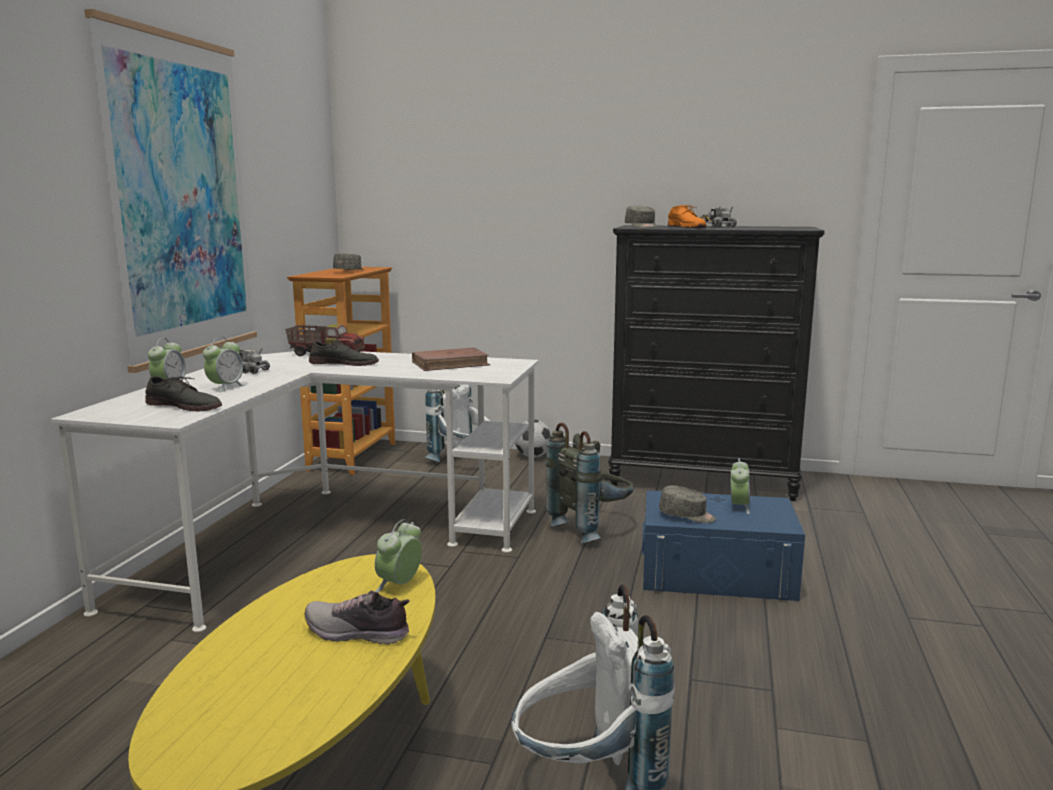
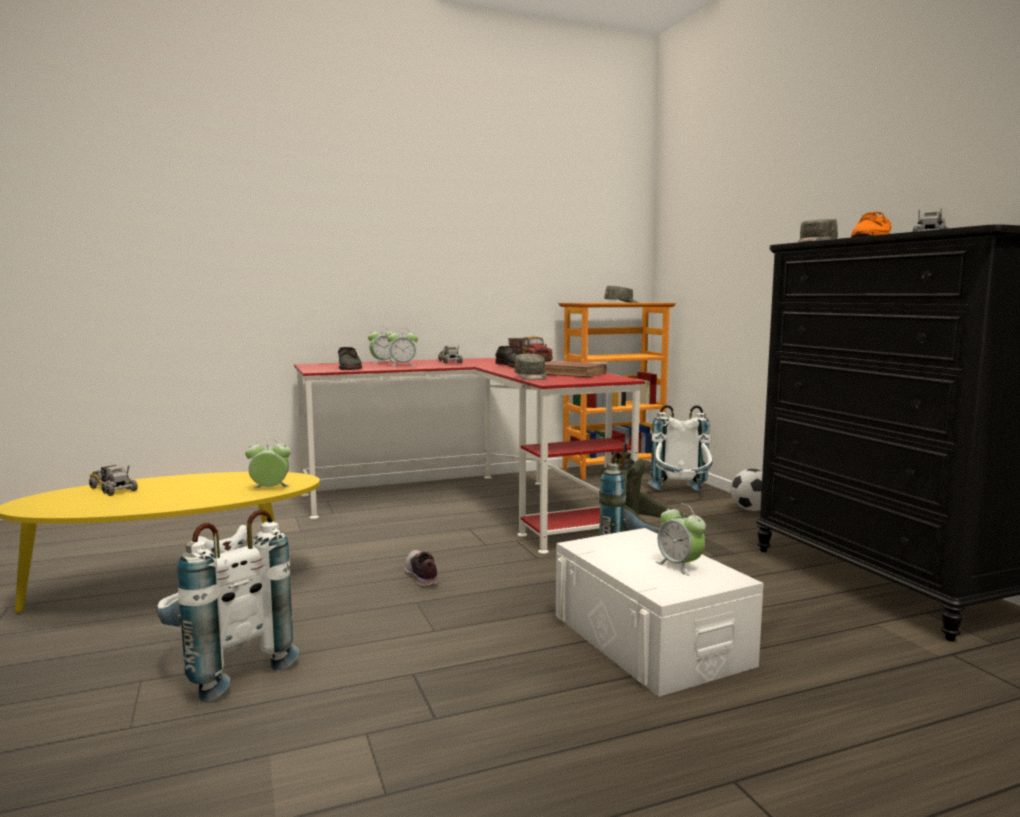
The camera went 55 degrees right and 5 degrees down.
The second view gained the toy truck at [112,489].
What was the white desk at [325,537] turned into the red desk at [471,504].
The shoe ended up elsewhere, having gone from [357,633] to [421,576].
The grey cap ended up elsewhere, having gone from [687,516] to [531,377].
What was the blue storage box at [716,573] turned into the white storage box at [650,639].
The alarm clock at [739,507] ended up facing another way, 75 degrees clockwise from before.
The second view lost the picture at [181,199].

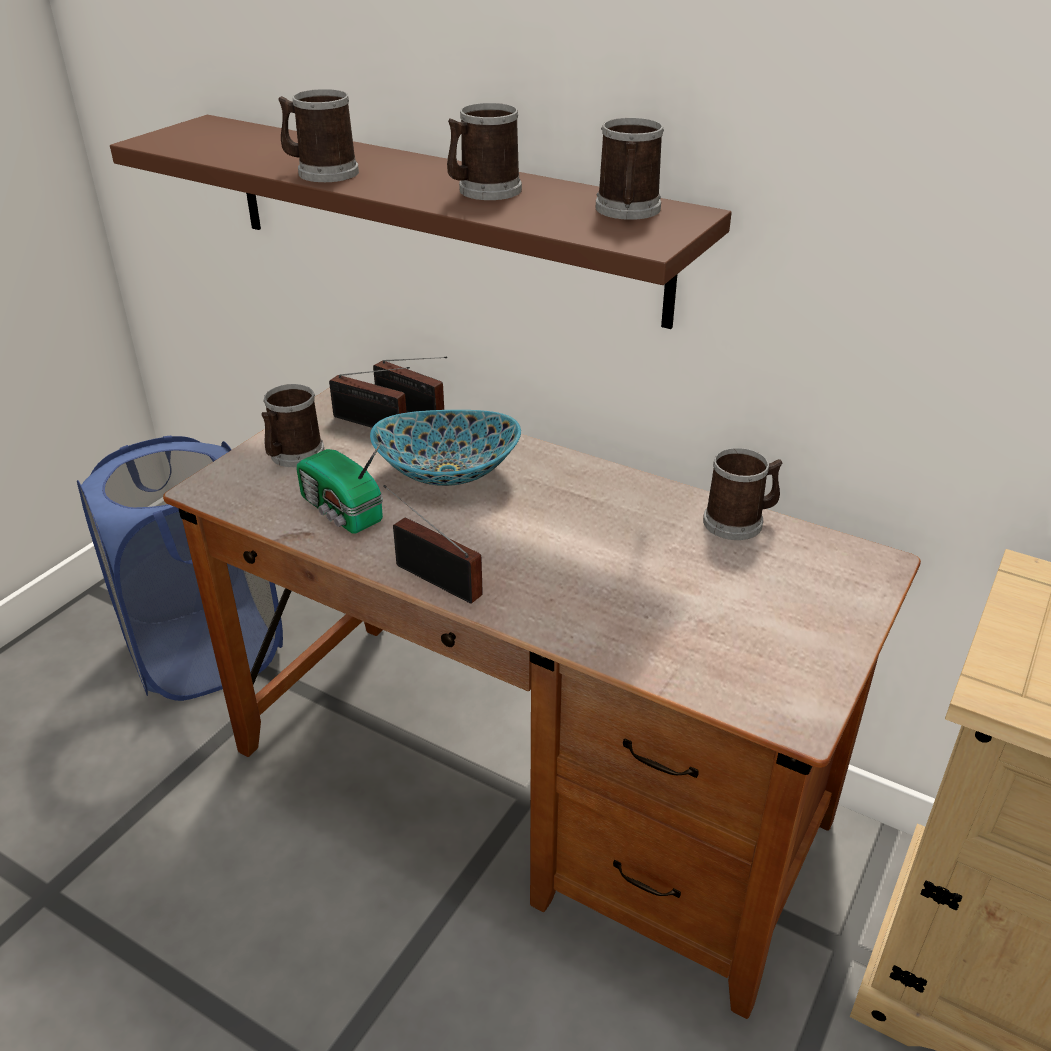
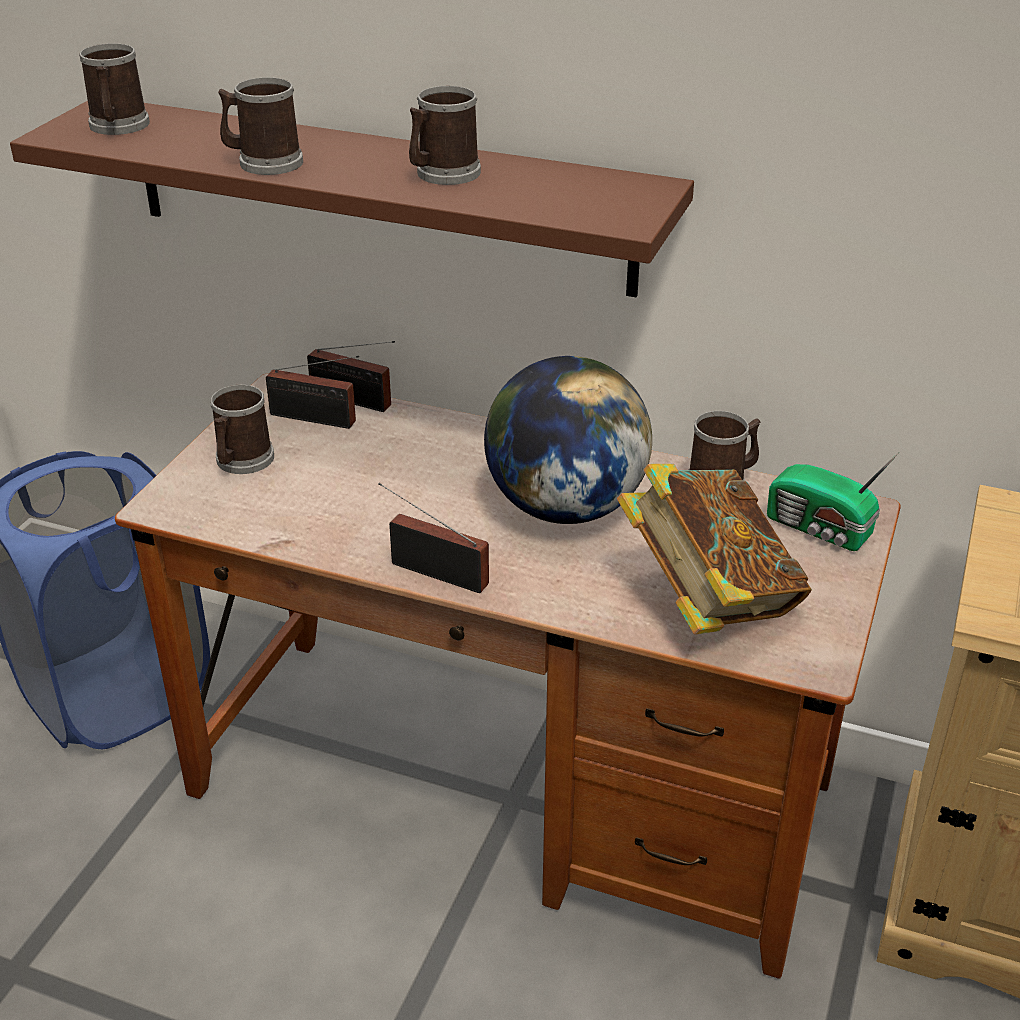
The camera went 10 degrees left and 0 degrees up.
The mug ended up elsewhere, having gone from [627,211] to [118,126].
The second view gained the globe at [565,508].
The second view gained the book at [708,600].
The radio ended up elsewhere, having gone from [341,511] to [820,529].
The second view lost the bowl at [448,473].

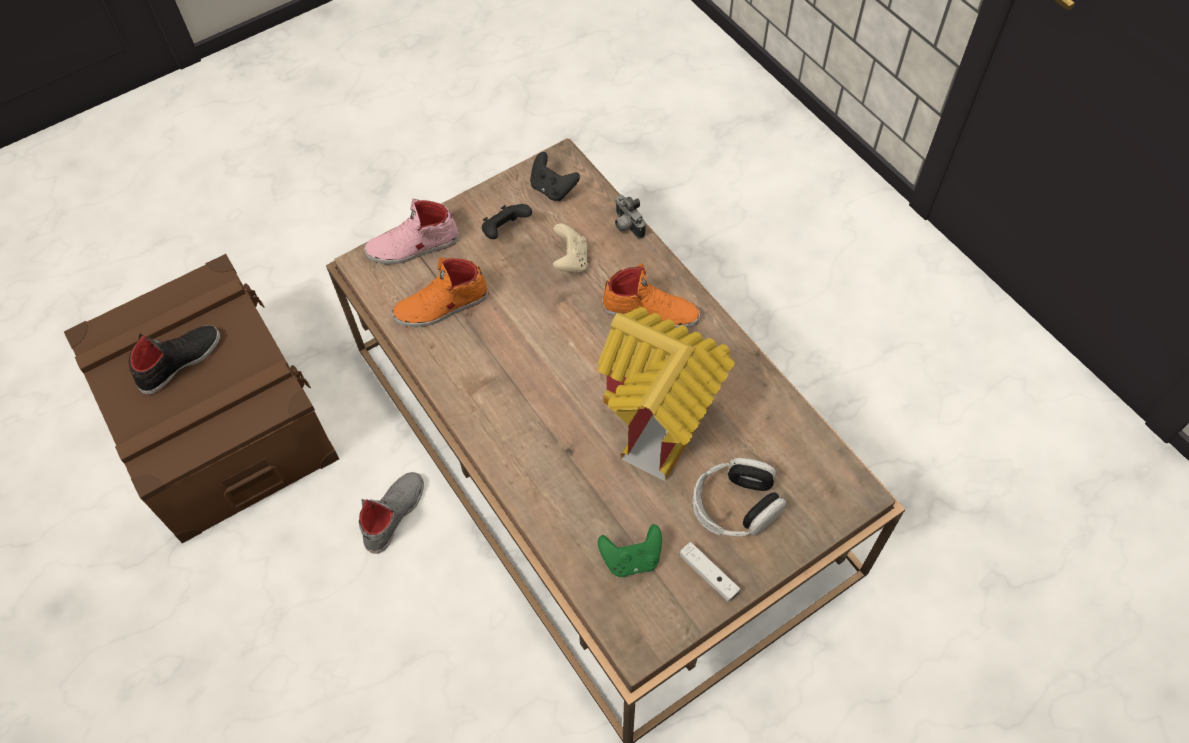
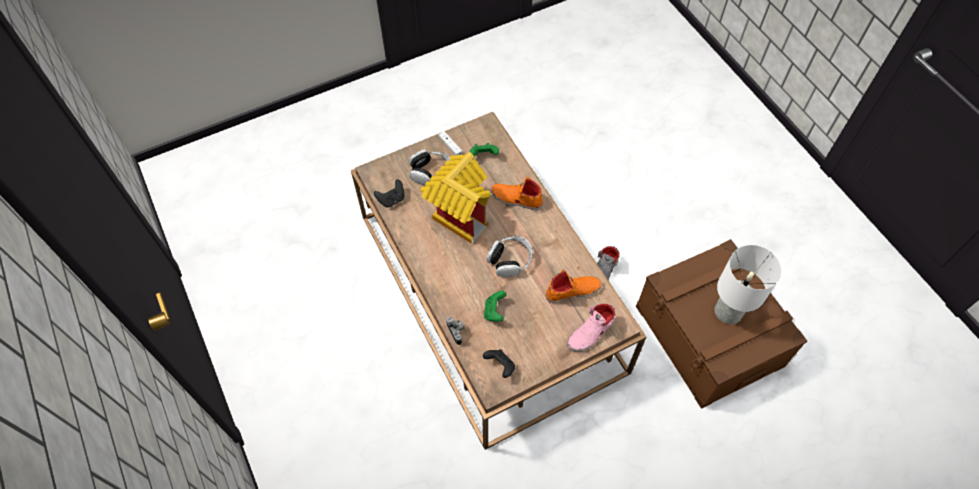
The camera went 175 degrees left and 0 degrees up.
The black game controller ended up elsewhere, having gone from [505,231] to [391,199].
What was the beige game controller at [571,261] turned into the green game controller at [494,311].
The second view gained the headphones at [510,260].
The orange shoe ended up elsewhere, having gone from [650,311] to [516,199].
The pink shoe at [413,247] ended up facing another way, 150 degrees clockwise from before.
Where the black shoe stood at [180,361], the white table lamp came to stand at [729,311].

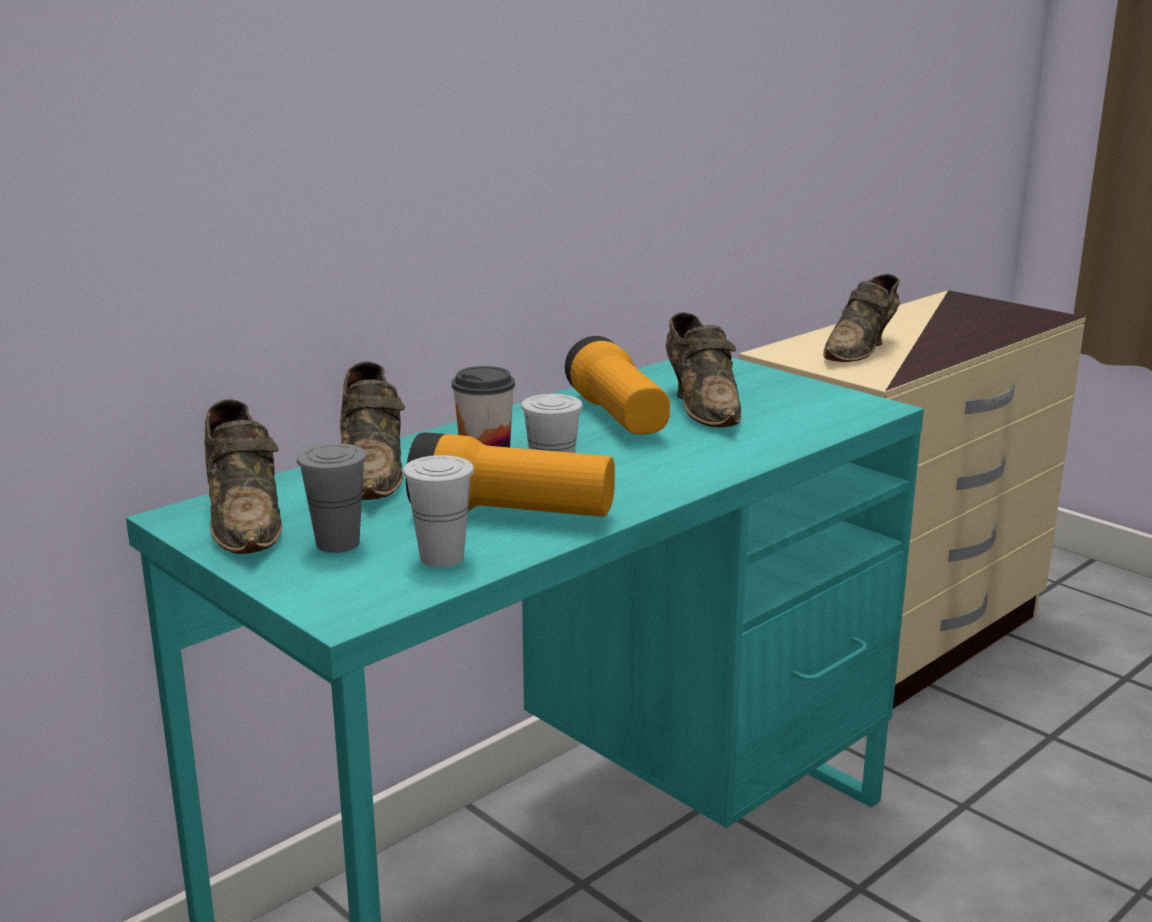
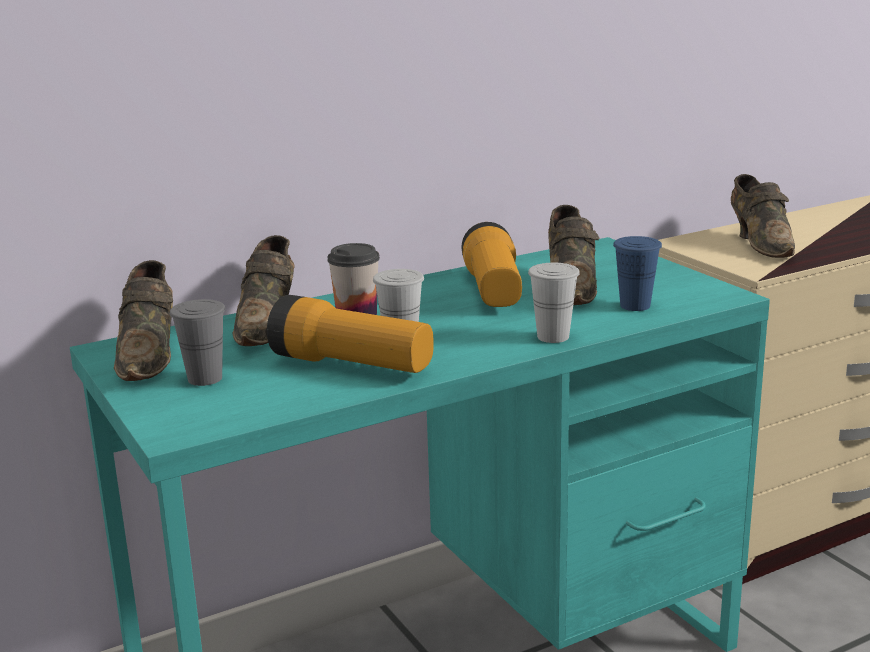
The camera went 15 degrees right and 0 degrees up.
The white cup ended up elsewhere, having gone from [442,557] to [553,337].
The second view gained the blue cup at [635,305].
The brown shoe at [862,350] ended up facing another way, 60 degrees counterclockwise from before.

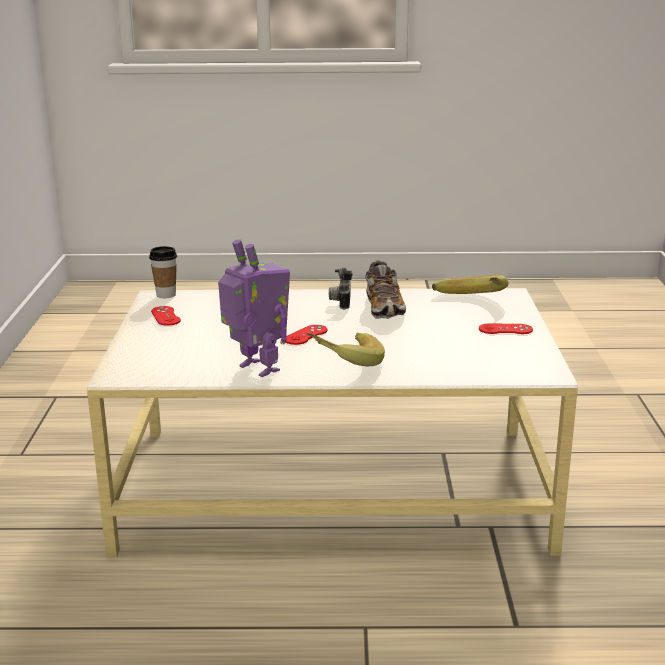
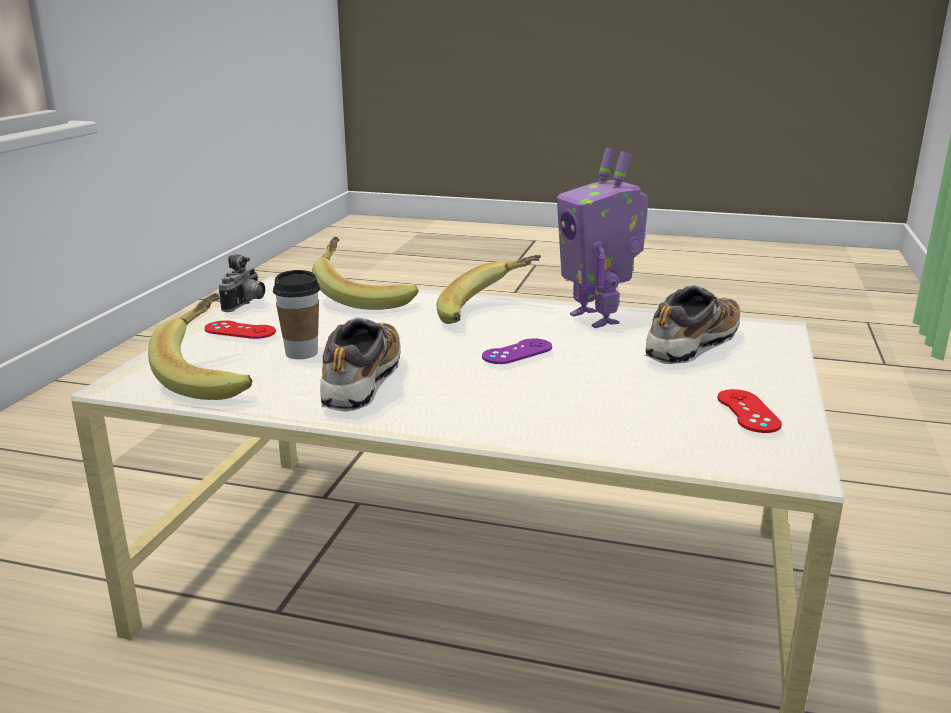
The camera went 165 degrees left and 0 degrees up.
The photo camera ended up elsewhere, having gone from [340,303] to [246,305].
The cup ended up elsewhere, having gone from [166,295] to [301,353].
The second view gained the banana at [364,297].
What was the red game controller at [306,335] turned into the purple game controller at [517,352].
The second view gained the shoe at [692,346].

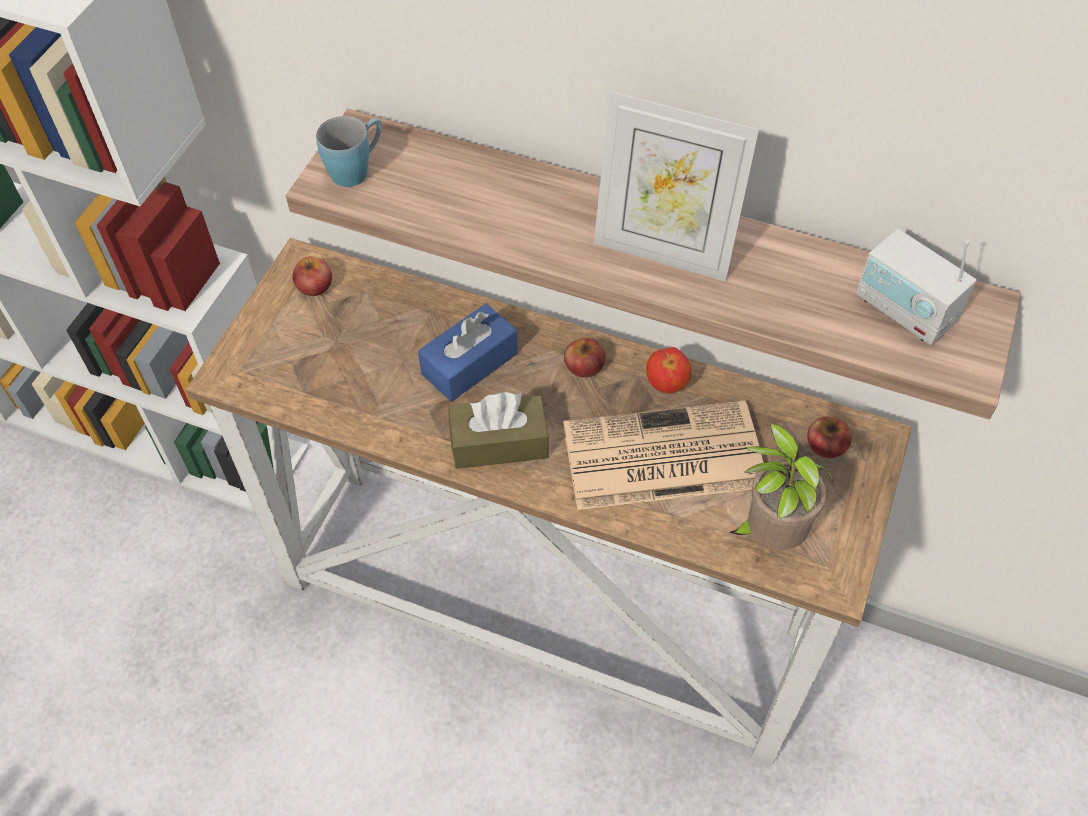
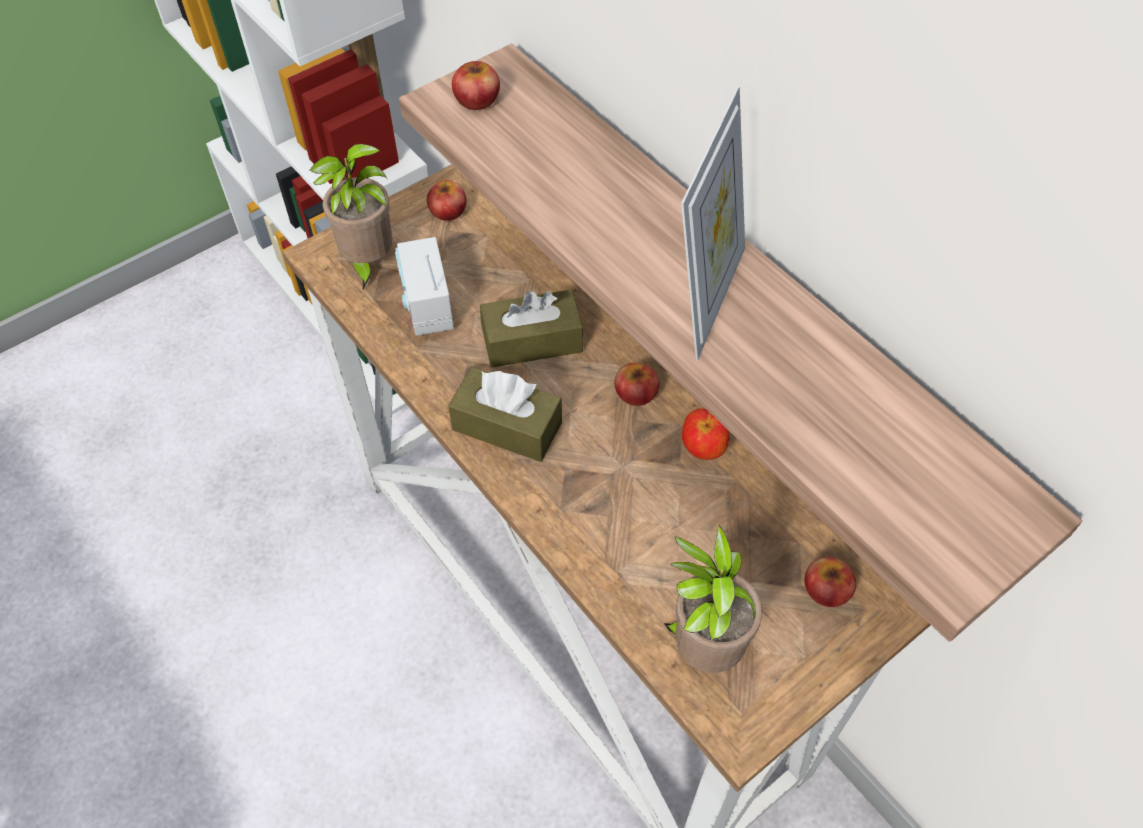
The camera went 30 degrees right and 0 degrees up.
The second view gained the potted plant at [367,263].
The radio ended up elsewhere, having gone from [904,311] to [427,306].
Where the blue mug stood at [357,169], the apple came to stand at [477,99].
What was the blue tissue box at [469,363] turned into the brown tissue box at [532,341].
The picture frame at [663,252] ended up facing another way, 120 degrees counterclockwise from before.
The second view lost the newspaper at [660,457].

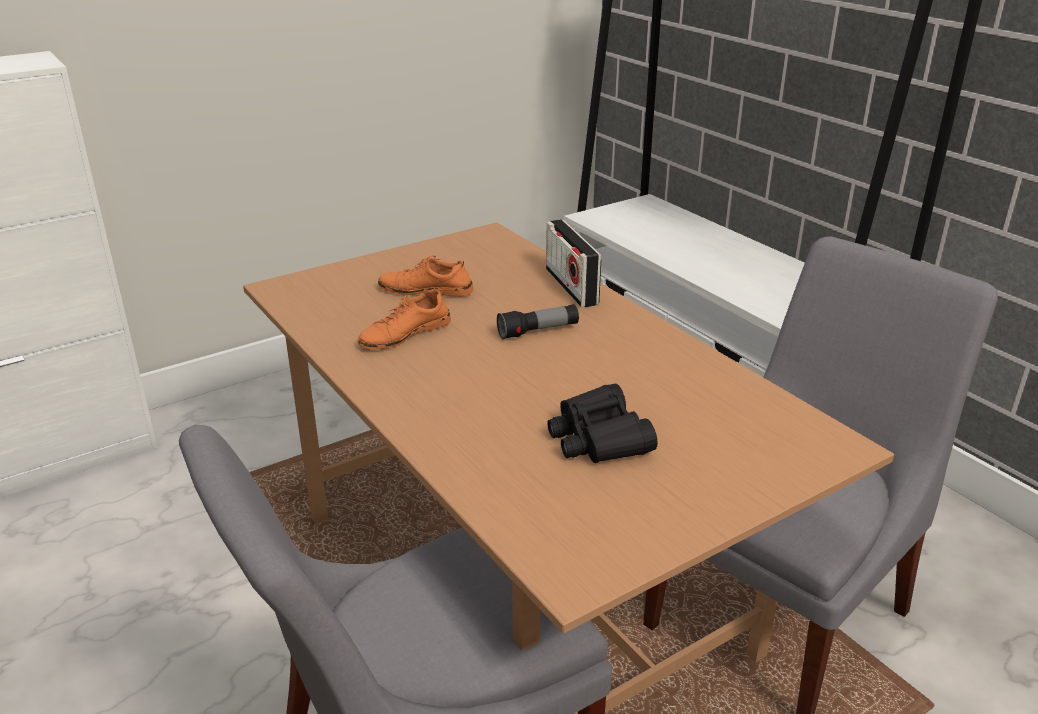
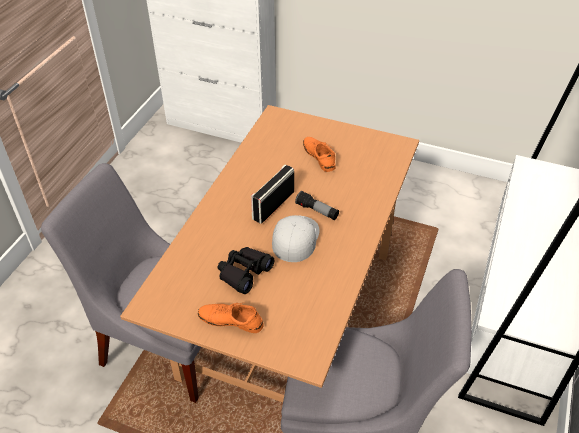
The camera went 55 degrees right and 15 degrees up.
The orange shoe ended up elsewhere, having gone from [404,333] to [231,320].
The radio ended up elsewhere, having gone from [571,286] to [273,205].
The second view gained the white cap at [295,237].

